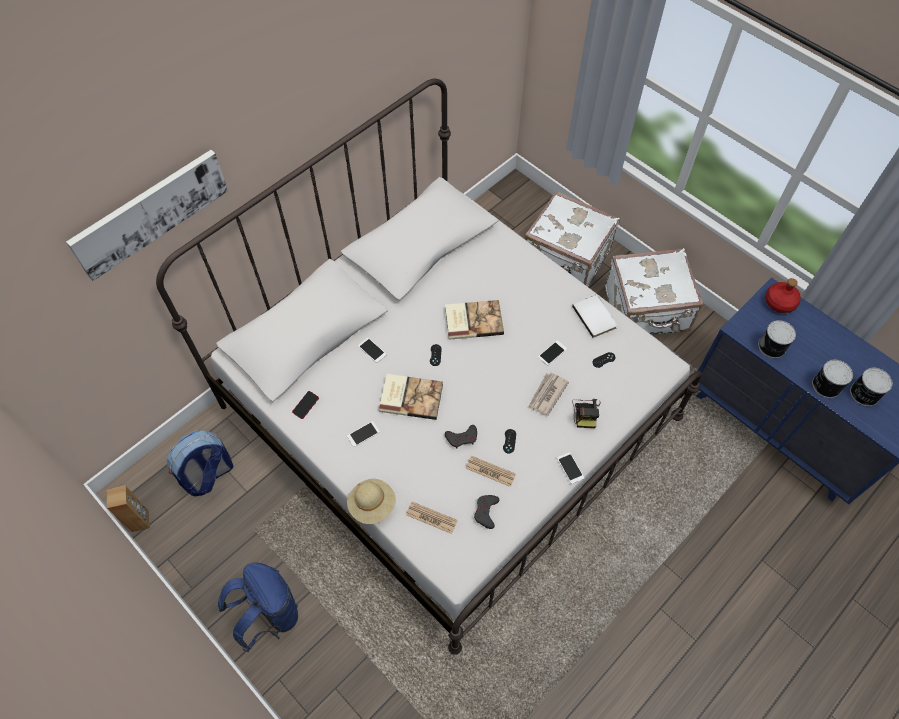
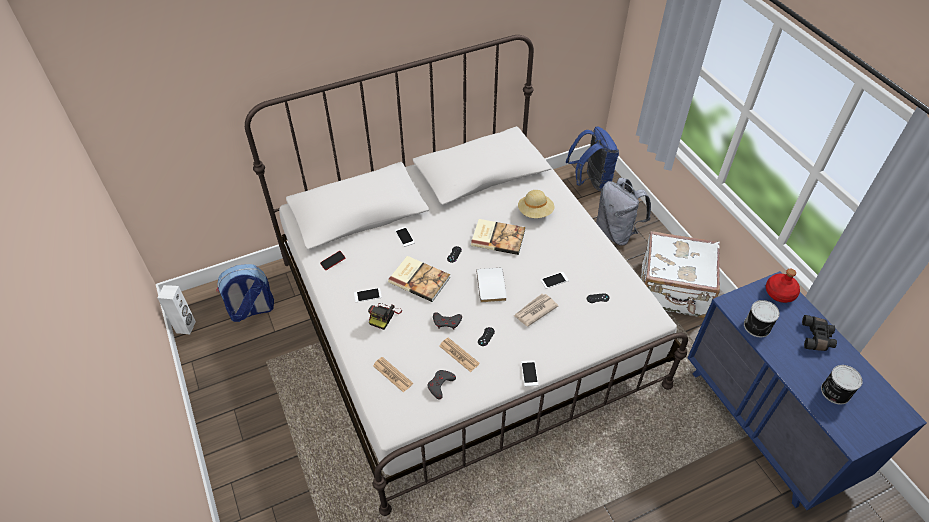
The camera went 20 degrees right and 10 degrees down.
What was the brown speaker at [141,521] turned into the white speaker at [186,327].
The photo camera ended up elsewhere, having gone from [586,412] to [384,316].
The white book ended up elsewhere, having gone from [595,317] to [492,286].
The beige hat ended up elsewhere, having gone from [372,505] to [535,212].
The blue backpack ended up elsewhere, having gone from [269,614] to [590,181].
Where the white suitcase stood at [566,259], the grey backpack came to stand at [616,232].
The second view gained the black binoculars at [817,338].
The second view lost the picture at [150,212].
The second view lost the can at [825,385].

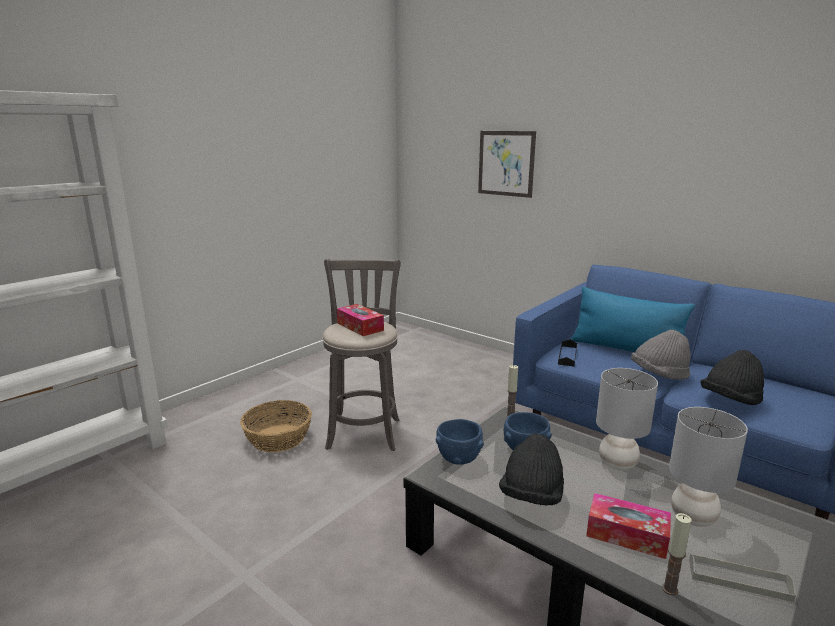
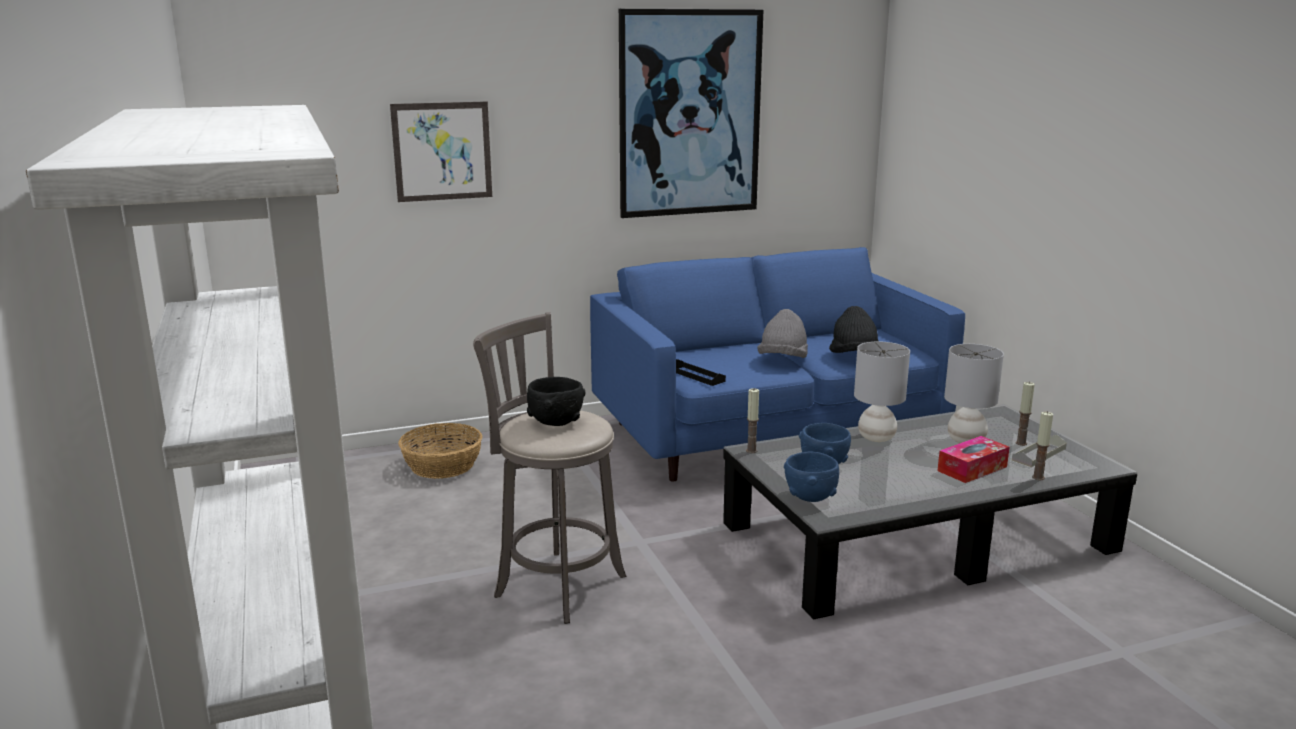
The camera went 60 degrees left and 0 degrees up.
The basket ended up elsewhere, having gone from [278,438] to [442,465].
Where the tissue box stood at [360,327], the black bowl came to stand at [556,422].
The second view gained the picture at [690,114].
The second view gained the candle at [1021,443].
The second view lost the black hat at [531,496].
The second view lost the blue pillow at [626,349].

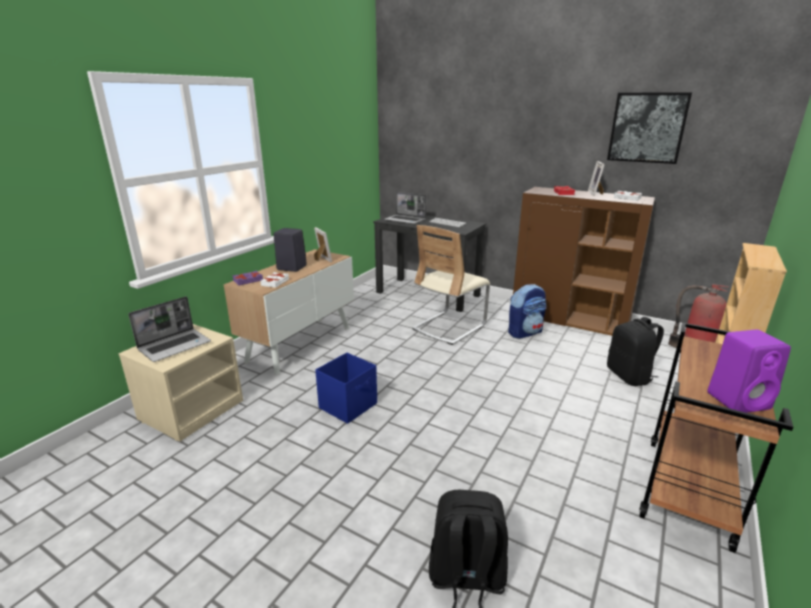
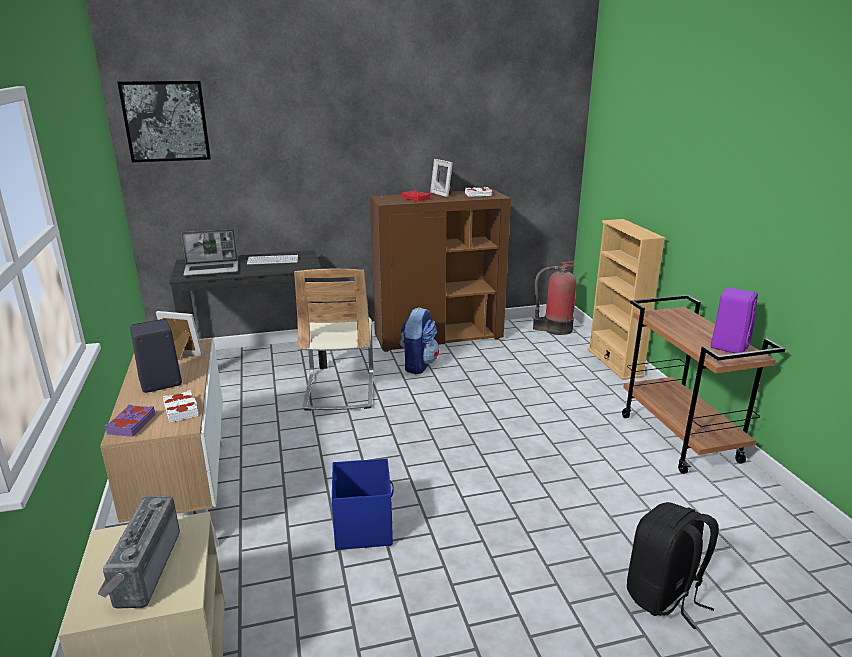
The camera went 45 degrees left and 0 degrees up.
Where the laptop stood at [175,346], the radio came to stand at [143,568].
The picture ended up elsewhere, having gone from [647,128] to [166,121].
The second view lost the black backpack at [629,376].

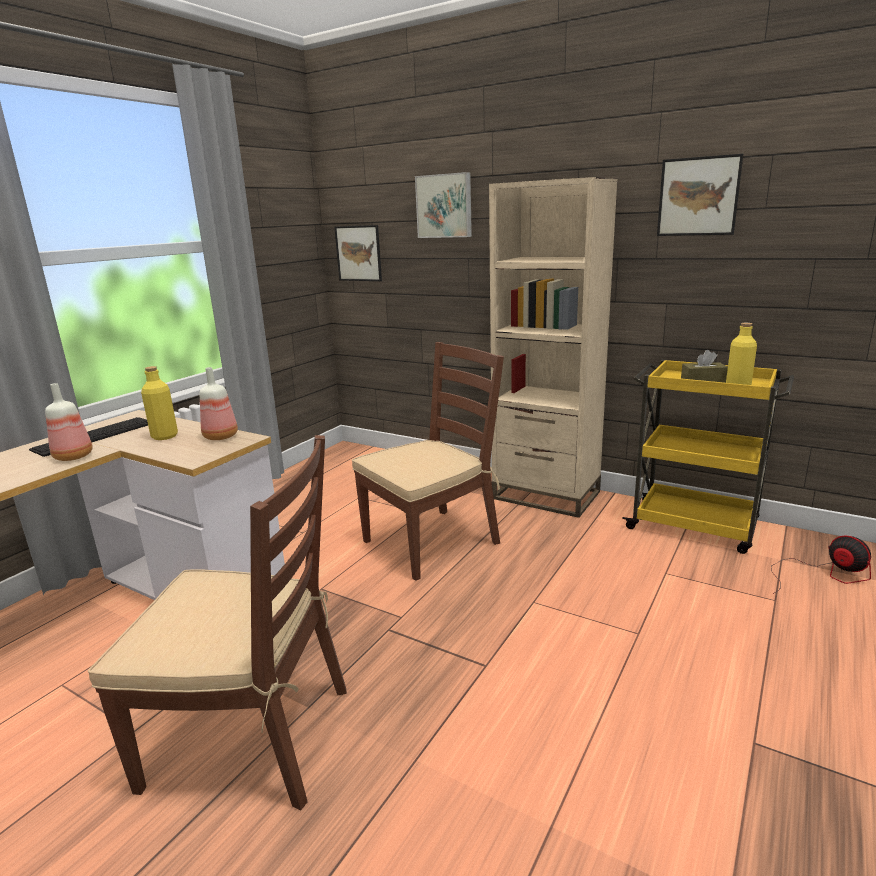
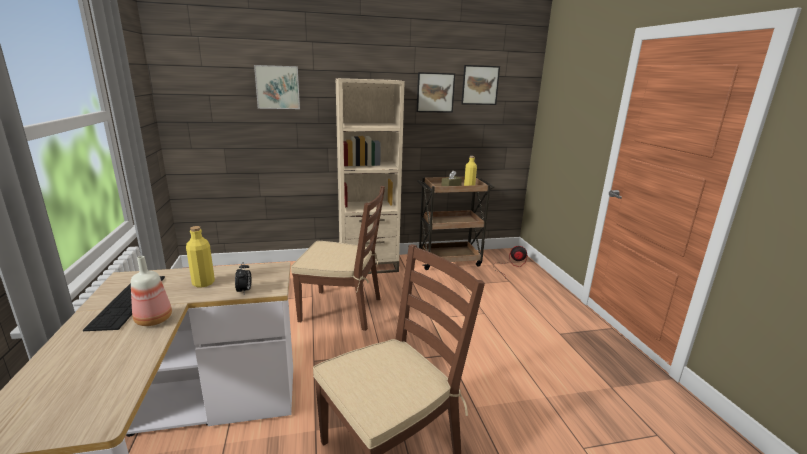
The camera went 45 degrees left and 0 degrees up.
The second view gained the alarm clock at [244,291].
The brown chair at [432,541] ended up facing another way, 90 degrees clockwise from before.
What was the yellow cart at [695,526] turned into the brown cart at [449,260].
The picture ended up elsewhere, having gone from [358,253] to [480,85].
The second view lost the bottle at [220,436].

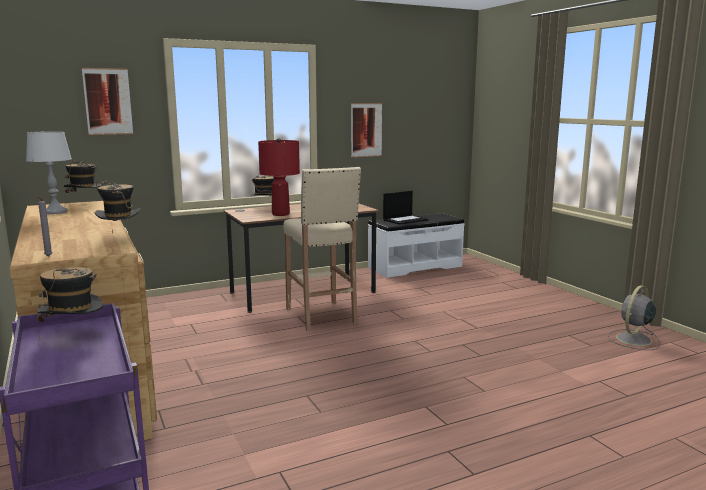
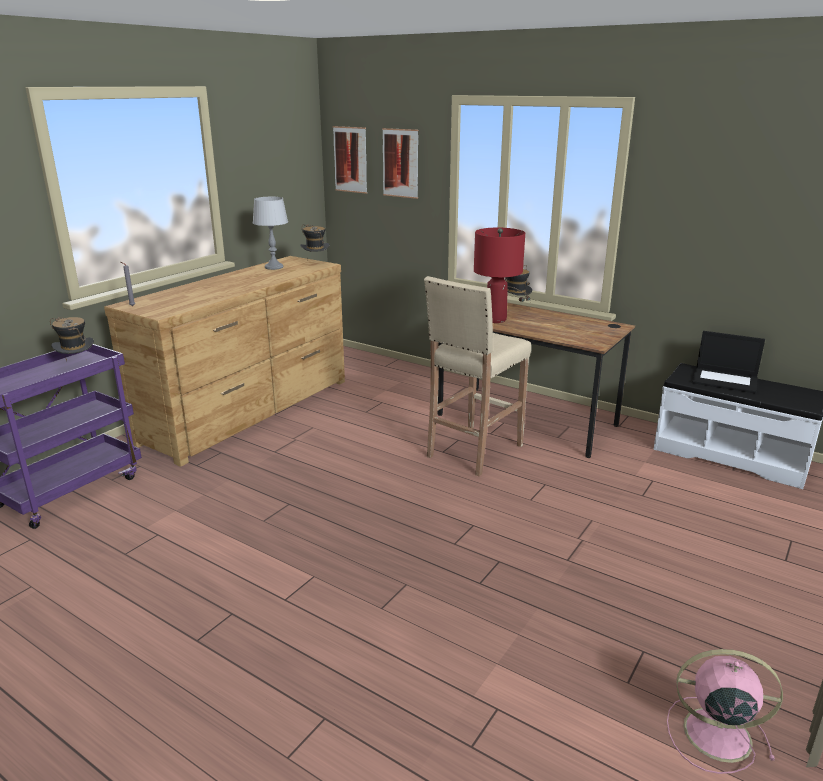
The camera went 60 degrees right and 10 degrees up.
The picture ended up elsewhere, having gone from [366,130] to [350,159].
What was the grey fan at [633,340] turned into the pink fan at [713,733].
The second view lost the hat at [120,238].

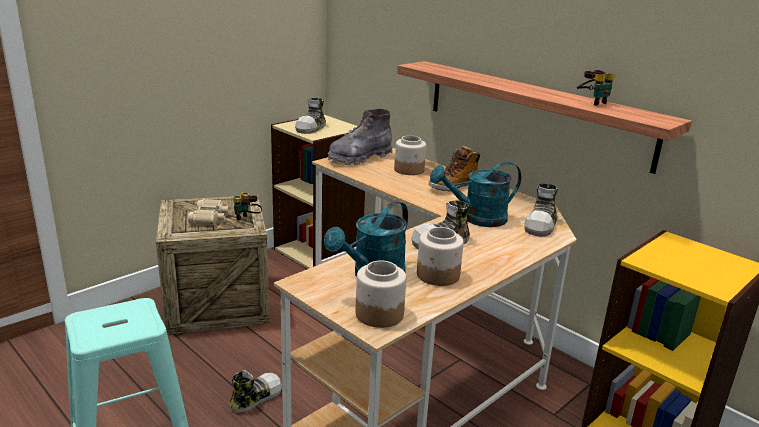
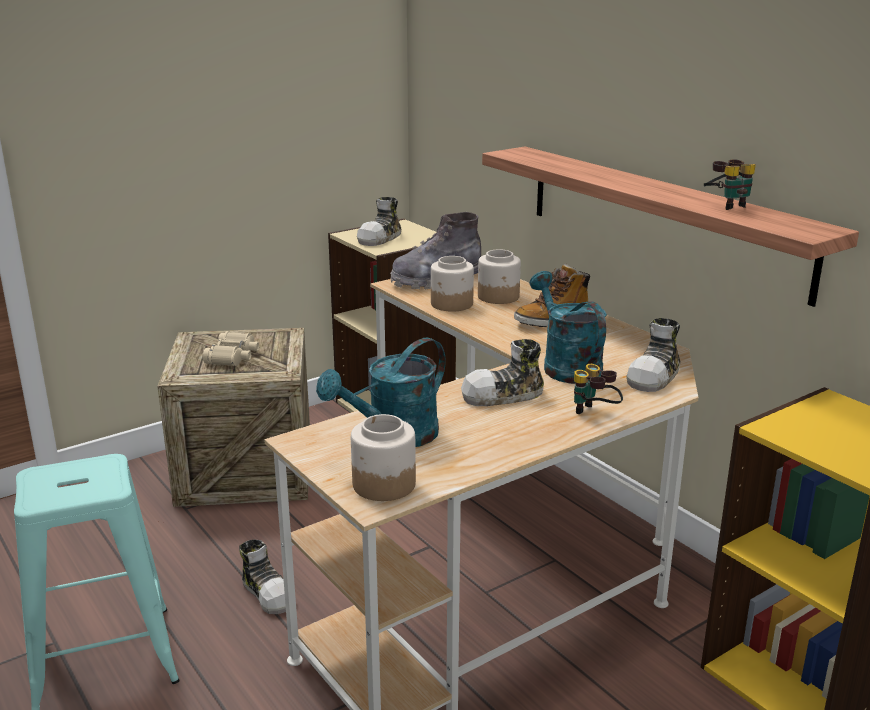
The camera went 10 degrees right and 0 degrees up.
The shoe at [255,397] ended up facing another way, 90 degrees clockwise from before.
The jar ended up elsewhere, having gone from [438,275] to [451,304].
The turquoise watering can at [477,219] ended up facing another way, 75 degrees clockwise from before.
The binoculars ended up elsewhere, having gone from [247,220] to [594,414].

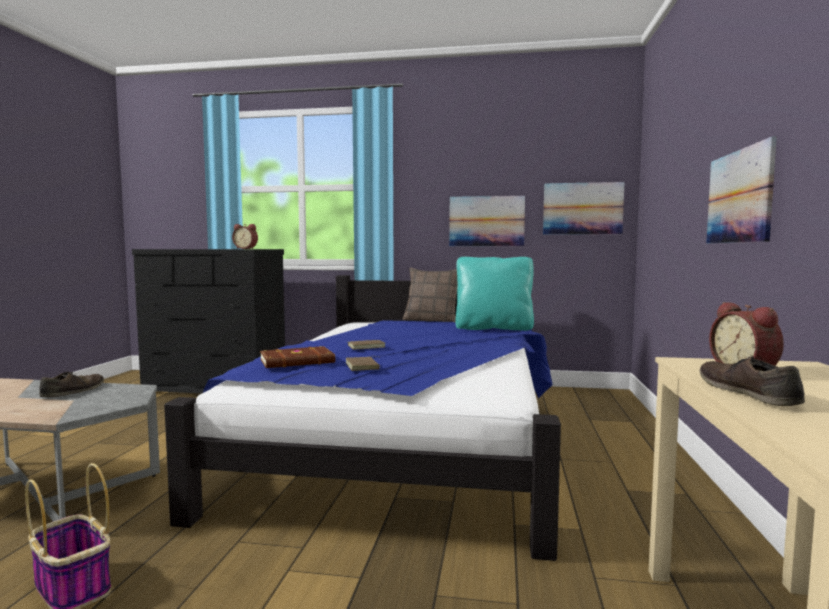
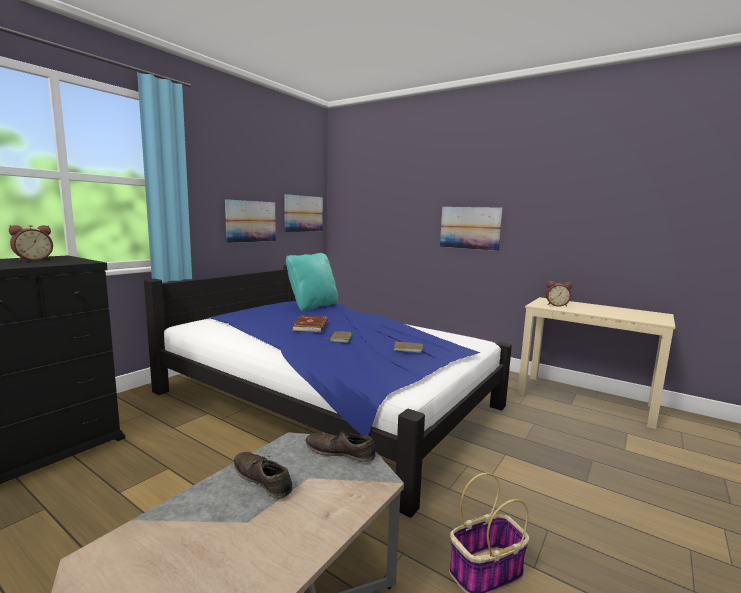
The camera went 65 degrees left and 5 degrees up.
The brown book ended up elsewhere, having gone from [298,361] to [311,326].
The brown shoe ended up elsewhere, having gone from [747,392] to [340,452].
The second view lost the pillow at [432,320].

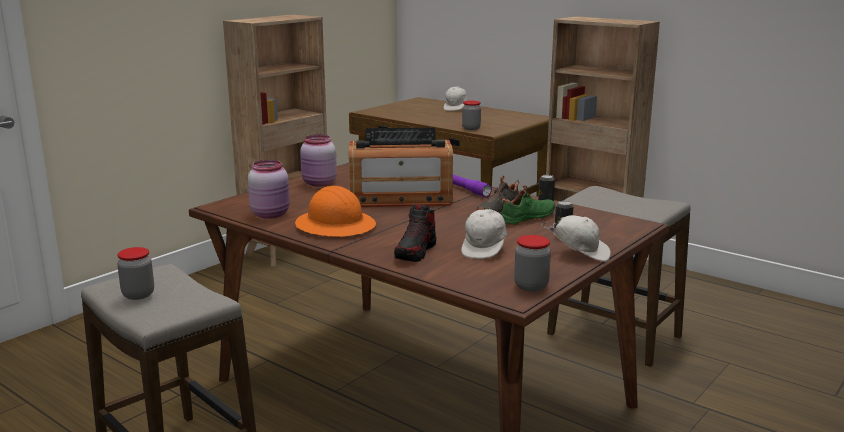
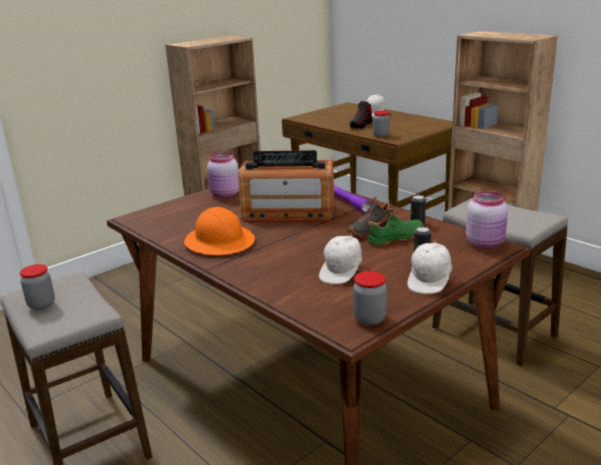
The camera went 10 degrees right and 5 degrees up.
The shoe ended up elsewhere, having gone from [416,252] to [361,125].
The white cap at [579,254] ended up facing another way, 90 degrees clockwise from before.
The pink jar ended up elsewhere, having gone from [271,214] to [486,243].

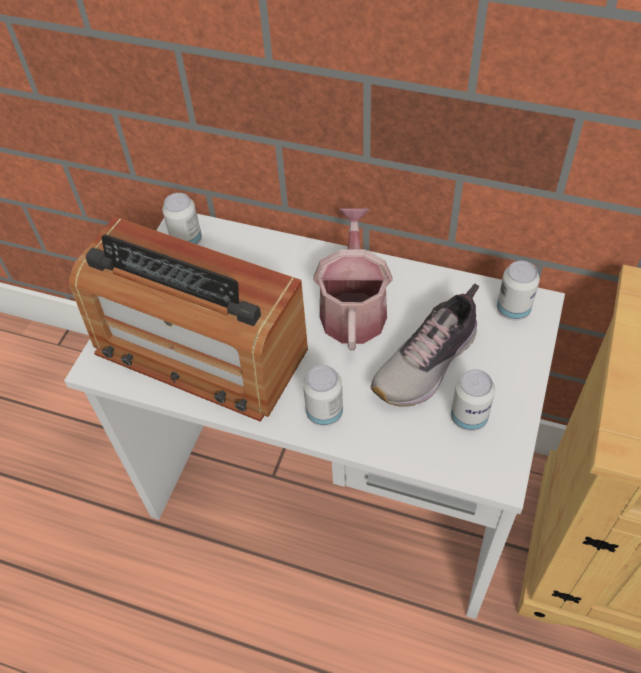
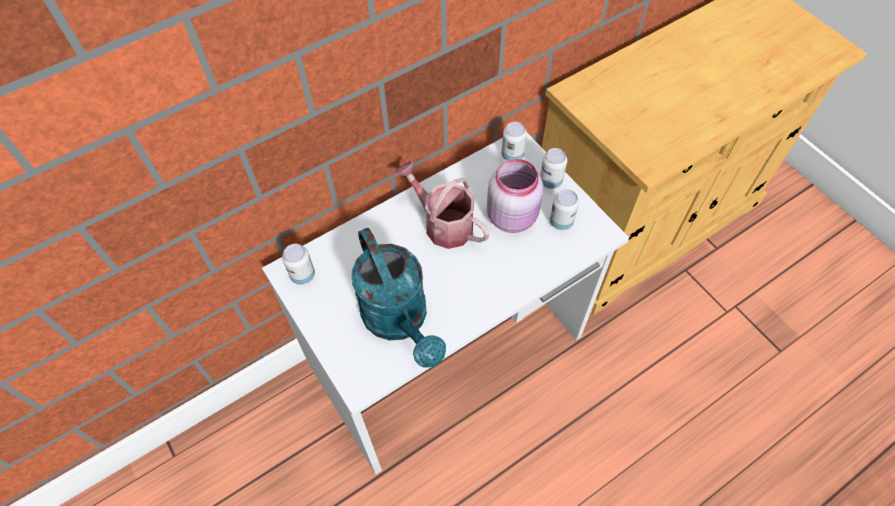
The camera went 55 degrees left and 5 degrees up.
Where the radio stood at [199,350], the turquoise watering can came to stand at [400,321].
Where the shoe stood at [428,363], the pink jar came to stand at [512,215].
The can ended up elsewhere, having gone from [324,412] to [550,181].

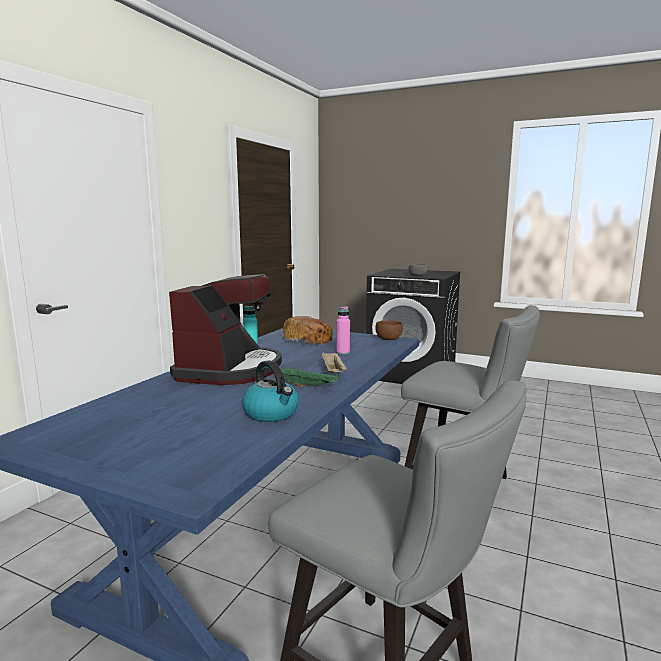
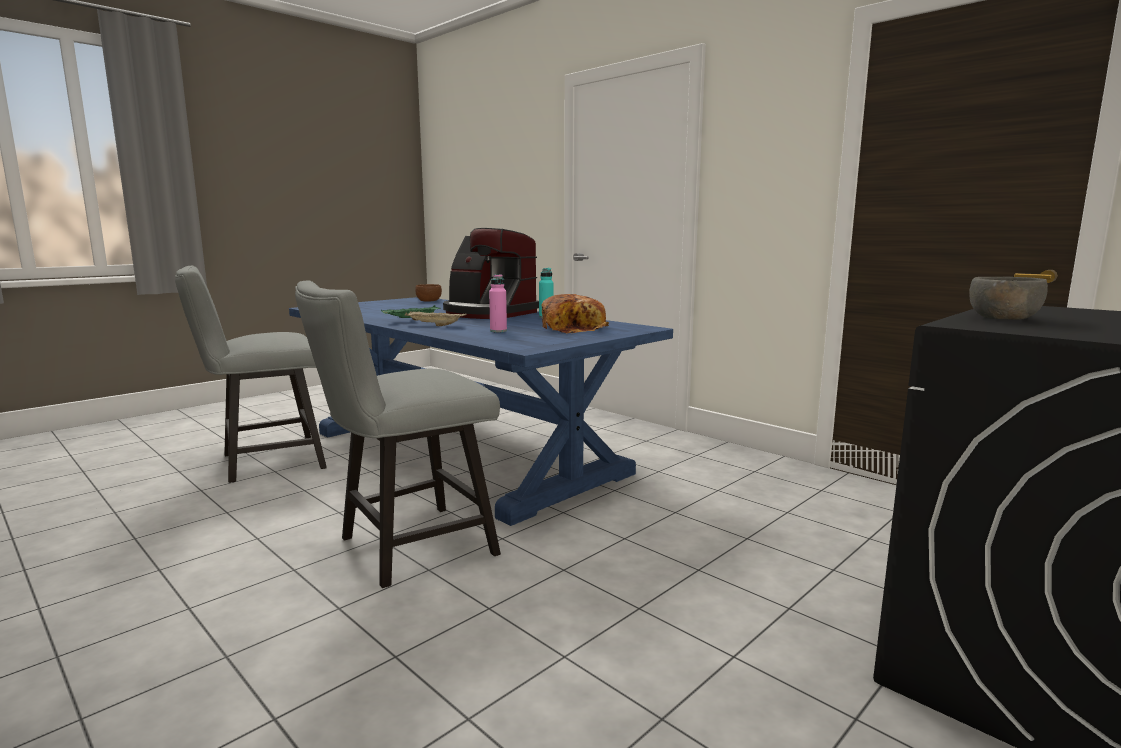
The camera went 110 degrees right and 0 degrees up.
The brown bowl ended up elsewhere, having gone from [388,338] to [429,301].
The second view lost the kettle at [272,413].

